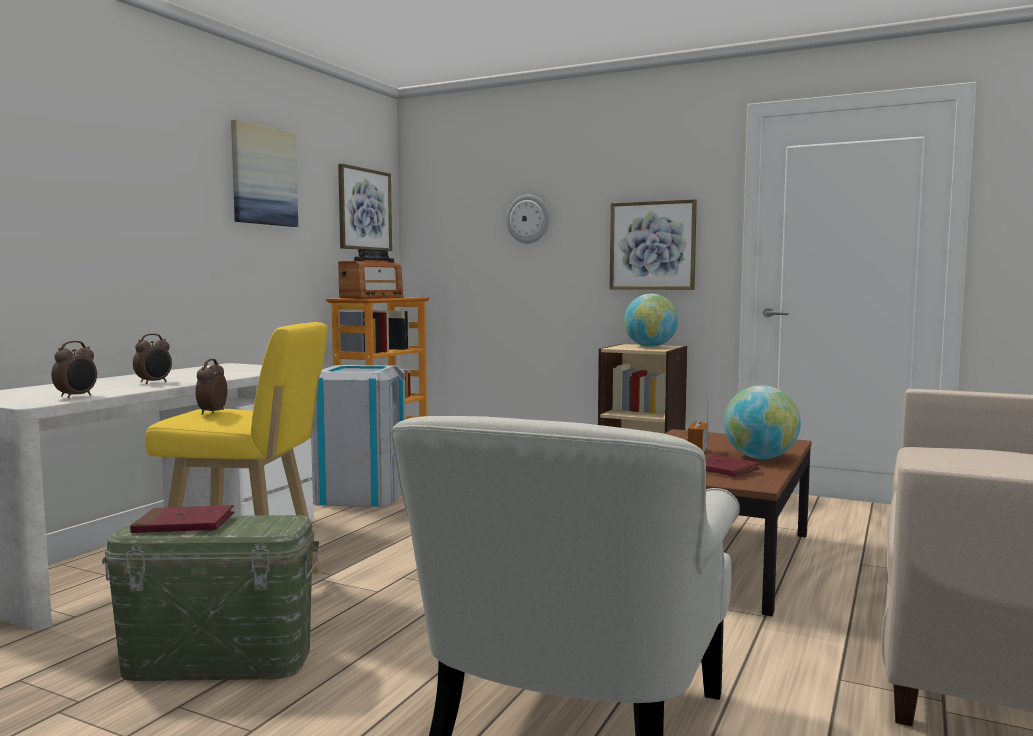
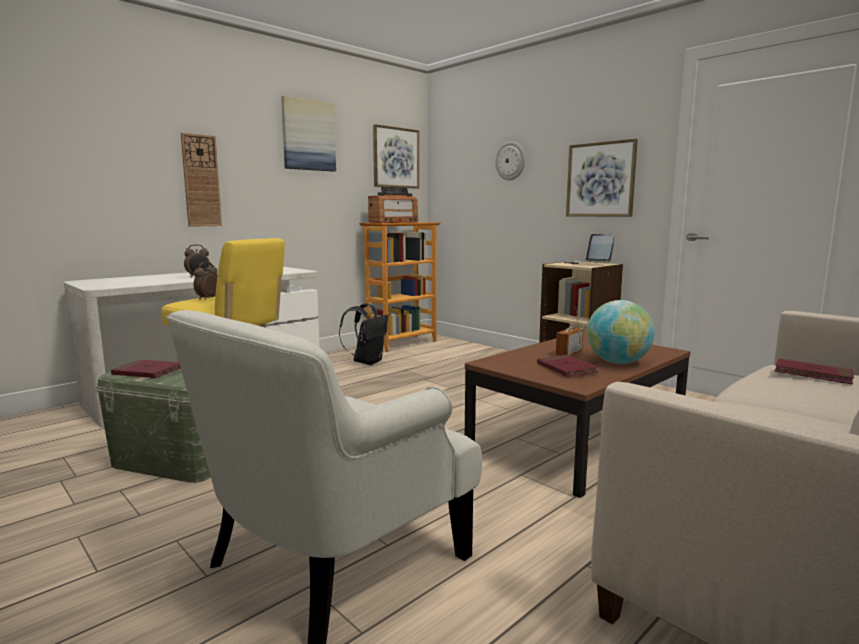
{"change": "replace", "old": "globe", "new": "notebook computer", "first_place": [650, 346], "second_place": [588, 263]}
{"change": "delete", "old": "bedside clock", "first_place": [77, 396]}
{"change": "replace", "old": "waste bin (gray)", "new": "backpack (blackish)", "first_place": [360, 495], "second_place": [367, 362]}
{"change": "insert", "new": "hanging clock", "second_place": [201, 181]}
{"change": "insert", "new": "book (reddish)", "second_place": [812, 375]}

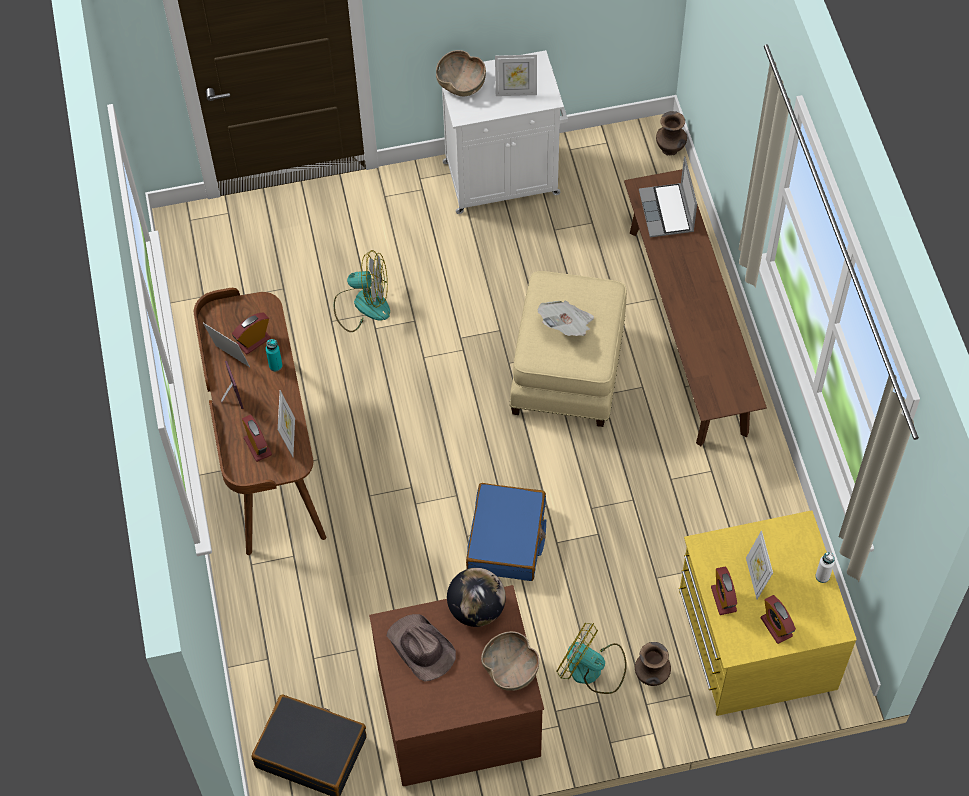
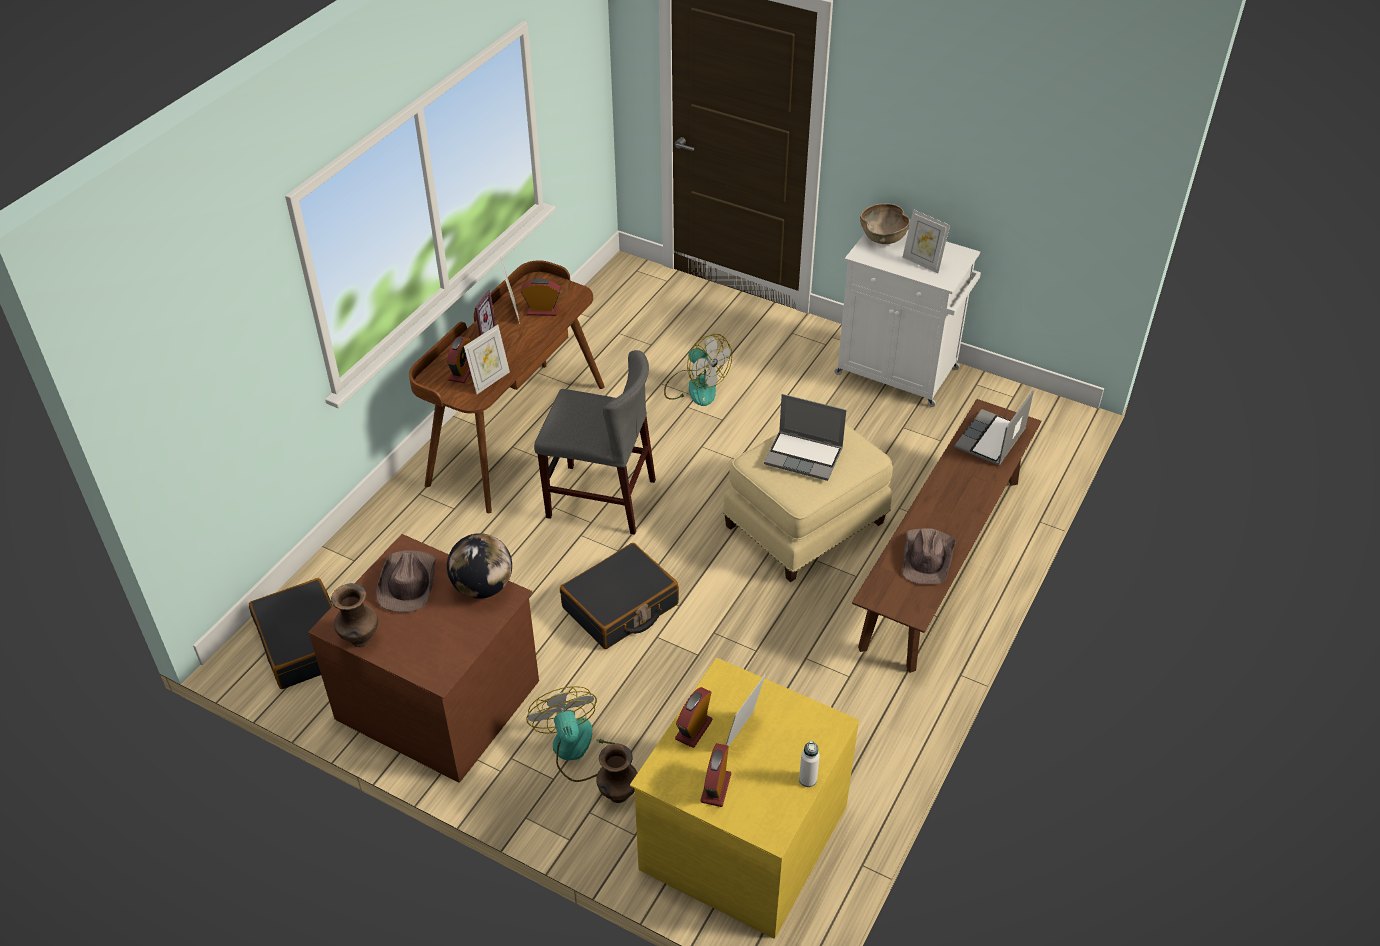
{"change": "move", "old": "vase (brown-coloured)", "first_place": [670, 150], "second_place": [360, 639]}
{"change": "replace", "old": "daily paper", "new": "notebook computer", "first_place": [566, 326], "second_place": [804, 456]}
{"change": "delete", "old": "beverage bottle (blue-green)", "first_place": [275, 365]}
{"change": "recolor", "old": "travel case (blue-coloured)", "new": "travel case (blackish)", "first_place": [507, 539], "second_place": [620, 607]}
{"change": "delete", "old": "bowl (brown-coloured)", "first_place": [511, 669]}
{"change": "insert", "new": "chair (gray)", "second_place": [601, 499]}
{"change": "insert", "new": "clothing hat (brown-coloured)", "second_place": [928, 557]}

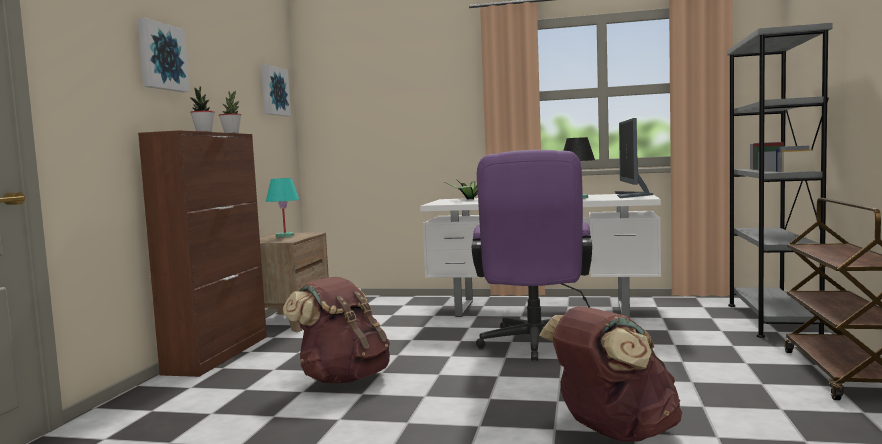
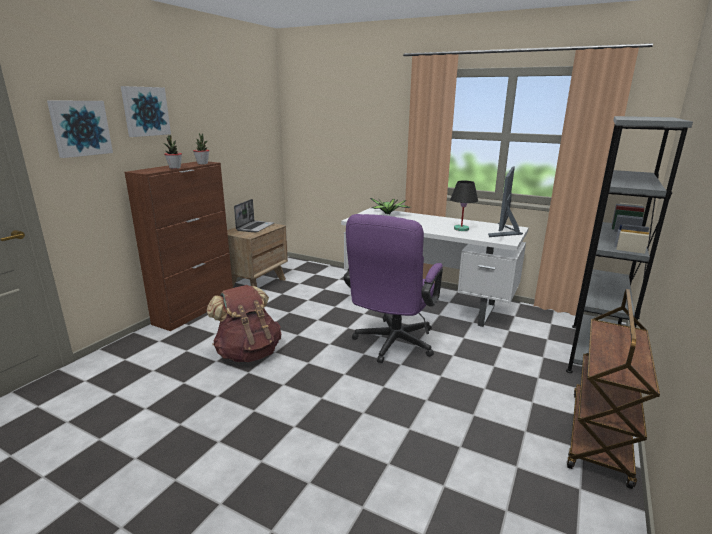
{"change": "move", "old": "wall art", "first_place": [273, 91], "second_place": [80, 128]}
{"change": "replace", "old": "lamp for a table (blue-green)", "new": "notebook computer", "first_place": [284, 236], "second_place": [255, 227]}
{"change": "delete", "old": "backpack (brown-coloured)", "first_place": [613, 433]}

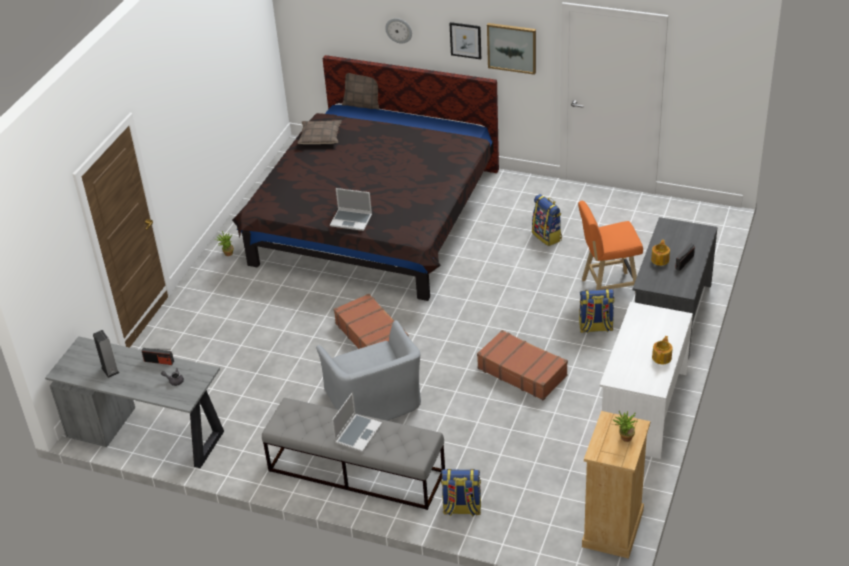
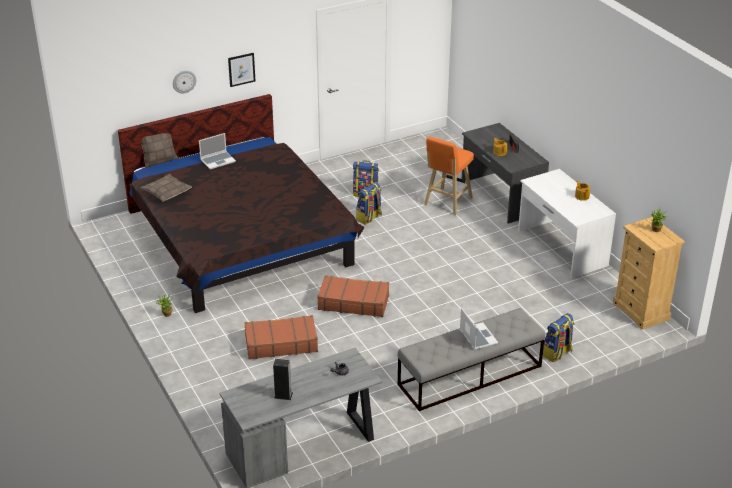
{"change": "delete", "old": "wall art", "first_place": [512, 47]}
{"change": "move", "old": "notebook computer", "first_place": [352, 220], "second_place": [218, 160]}
{"change": "move", "old": "backpack", "first_place": [595, 327], "second_place": [369, 218]}
{"change": "delete", "old": "lounge chair (gray)", "first_place": [375, 402]}
{"change": "move", "old": "travel case (brown-coloured)", "first_place": [522, 371], "second_place": [281, 344]}
{"change": "delete", "old": "radio receiver", "first_place": [159, 361]}

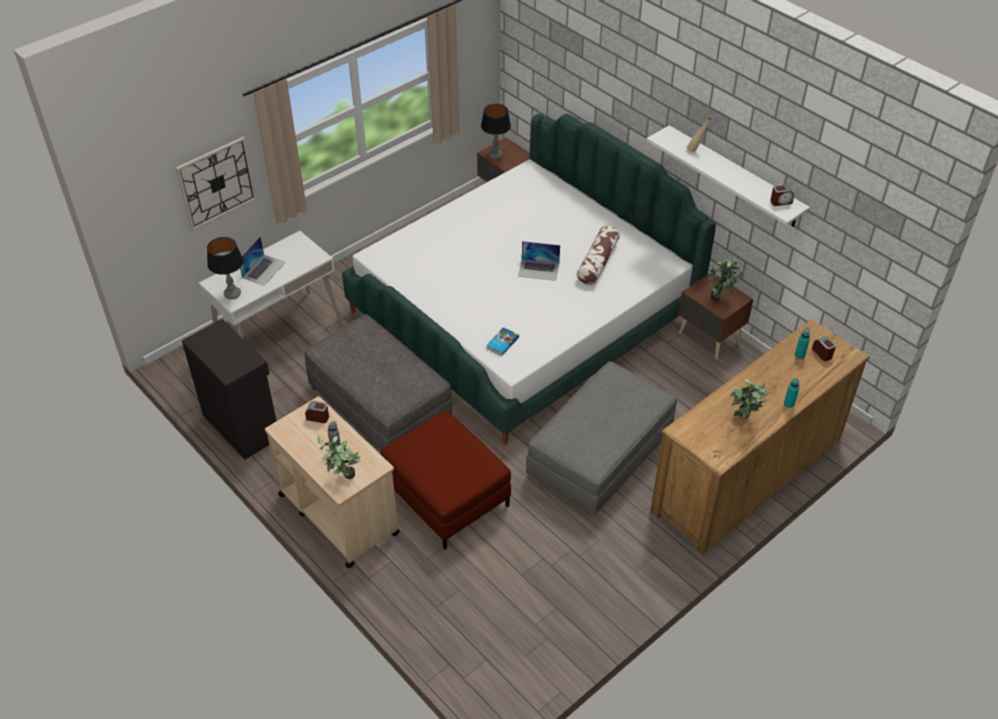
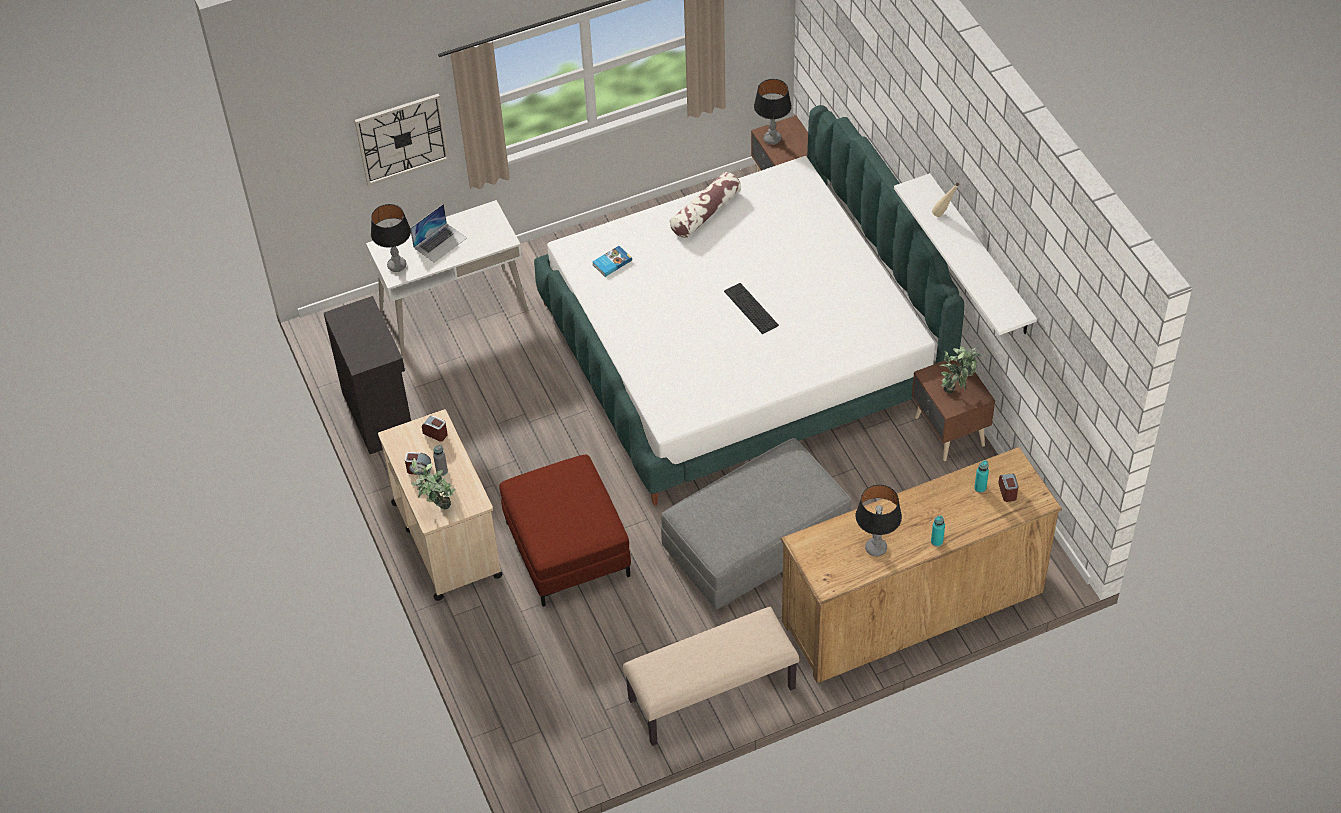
{"change": "move", "old": "bedside clock", "first_place": [781, 202], "second_place": [419, 469]}
{"change": "move", "old": "cushion", "first_place": [597, 262], "second_place": [705, 213]}
{"change": "replace", "old": "notebook computer", "new": "PC keyboard", "first_place": [538, 269], "second_place": [751, 308]}
{"change": "delete", "old": "footrest (gray)", "first_place": [380, 402]}
{"change": "move", "old": "book", "first_place": [502, 343], "second_place": [611, 262]}
{"change": "replace", "old": "potted plant", "new": "lamp for a table", "first_place": [743, 421], "second_place": [875, 548]}
{"change": "insert", "new": "bench (sand-coloured)", "second_place": [711, 695]}

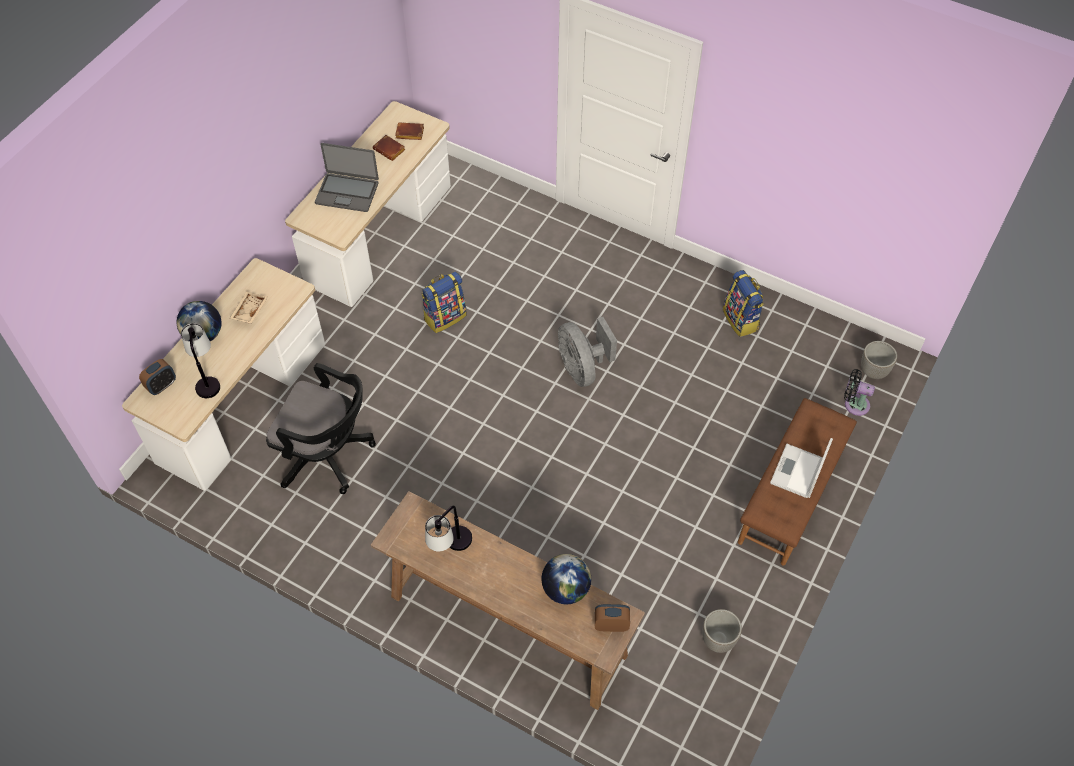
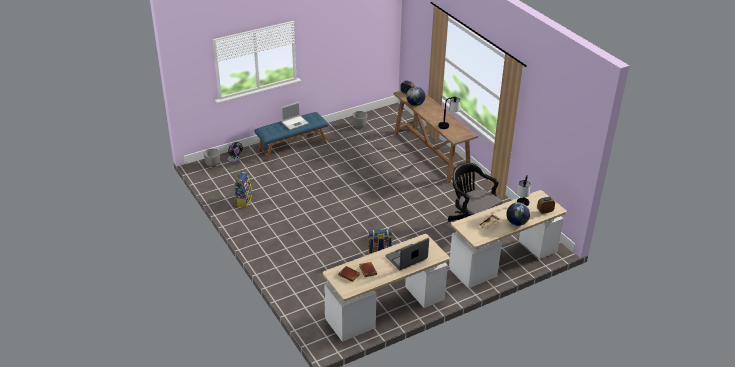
{"change": "rotate", "old": "notebook computer", "first_place": [347, 192], "second_place": [406, 258], "degrees": -75}
{"change": "delete", "old": "electric fan (gray)", "first_place": [582, 368]}
{"change": "recolor", "old": "bench (brown-coloured)", "new": "bench (blue-coloured)", "first_place": [791, 495], "second_place": [292, 146]}

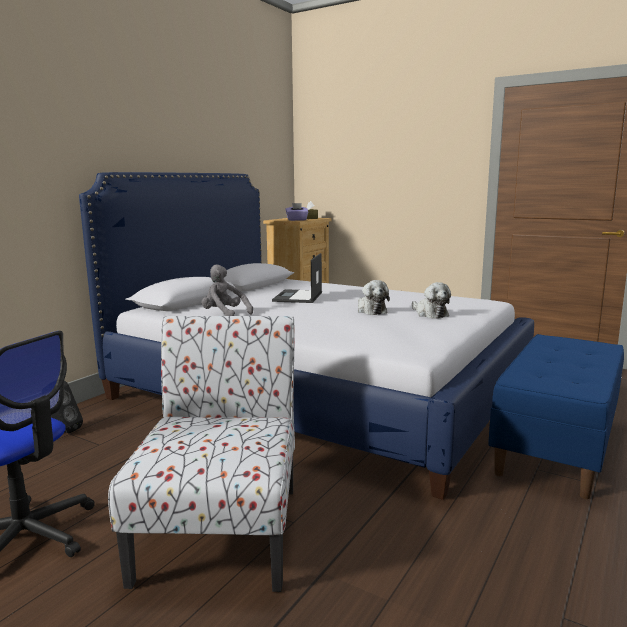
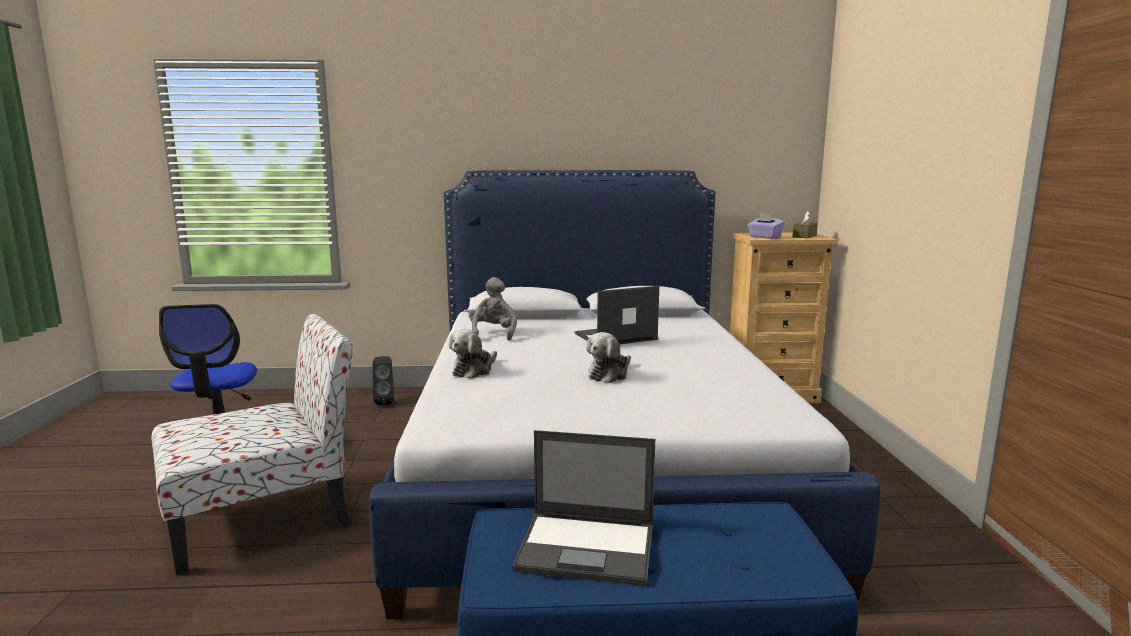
{"change": "move", "old": "cuddly toy", "first_place": [430, 314], "second_place": [474, 370]}
{"change": "insert", "new": "notebook computer", "second_place": [588, 548]}

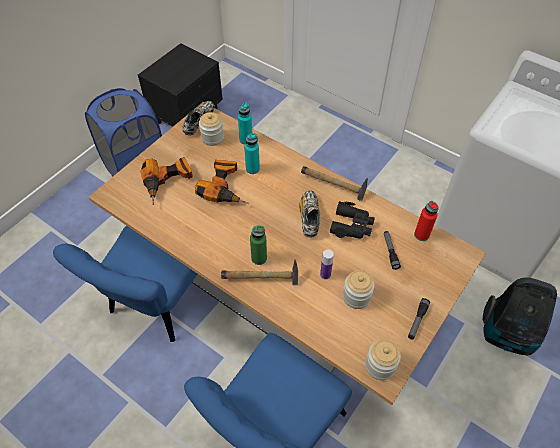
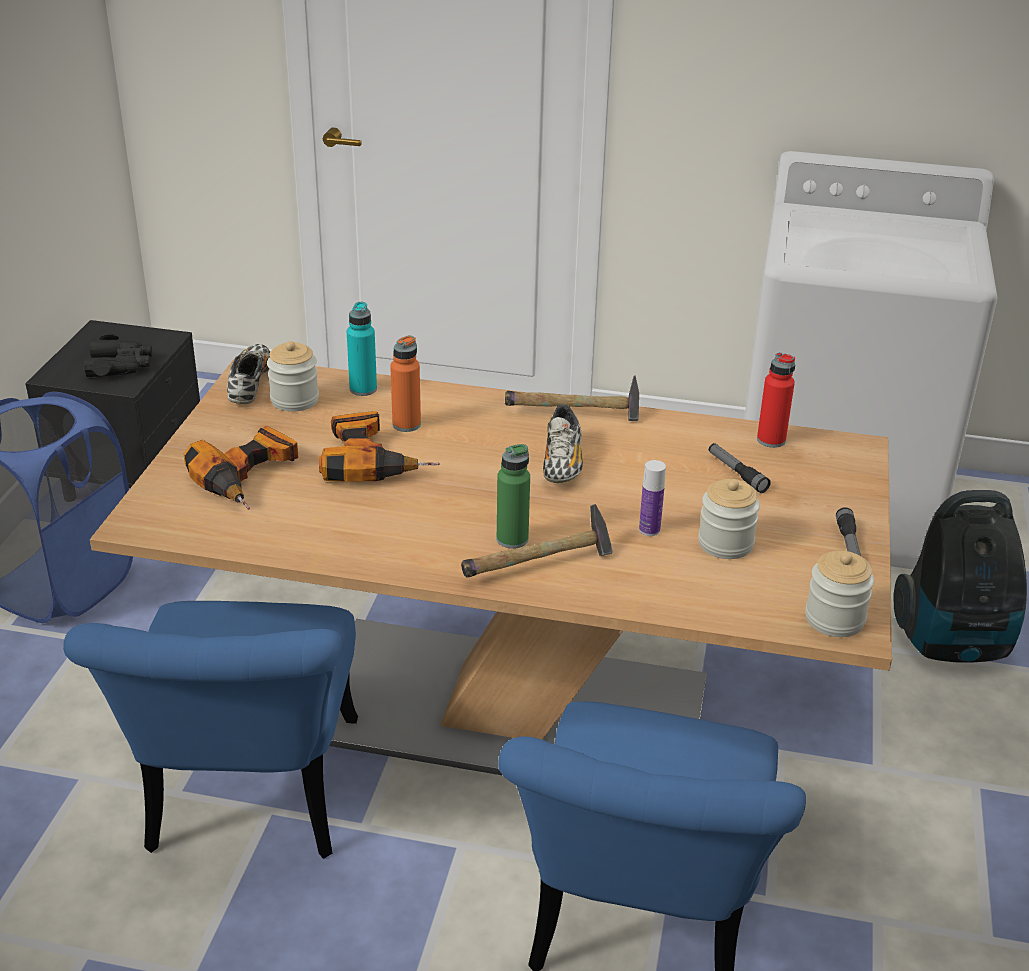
{"change": "recolor", "old": "beverage bottle (blue-green)", "new": "beverage bottle (orange)", "first_place": [252, 169], "second_place": [406, 424]}
{"change": "rotate", "old": "low shoe", "first_place": [309, 217], "second_place": [562, 464], "degrees": -150}
{"change": "move", "old": "field glasses (blackish)", "first_place": [352, 225], "second_place": [120, 365]}

